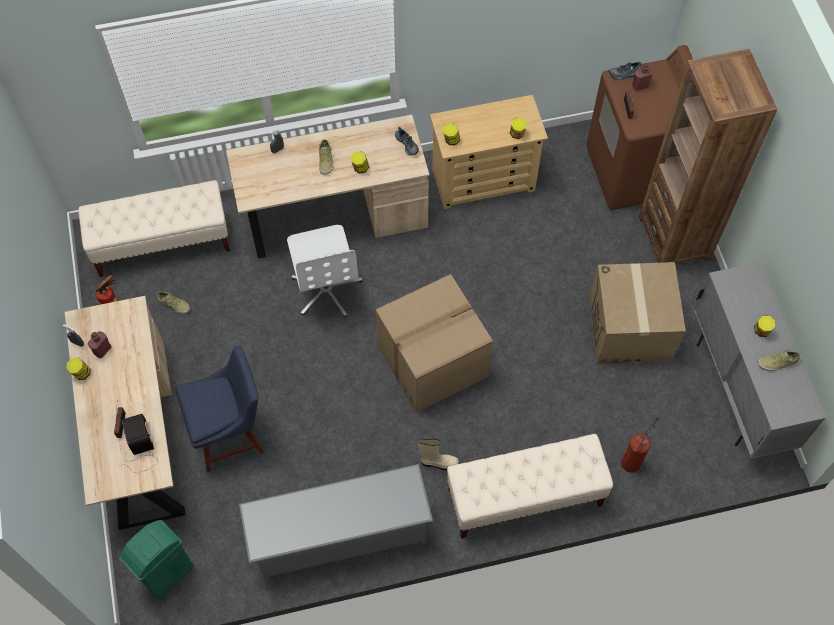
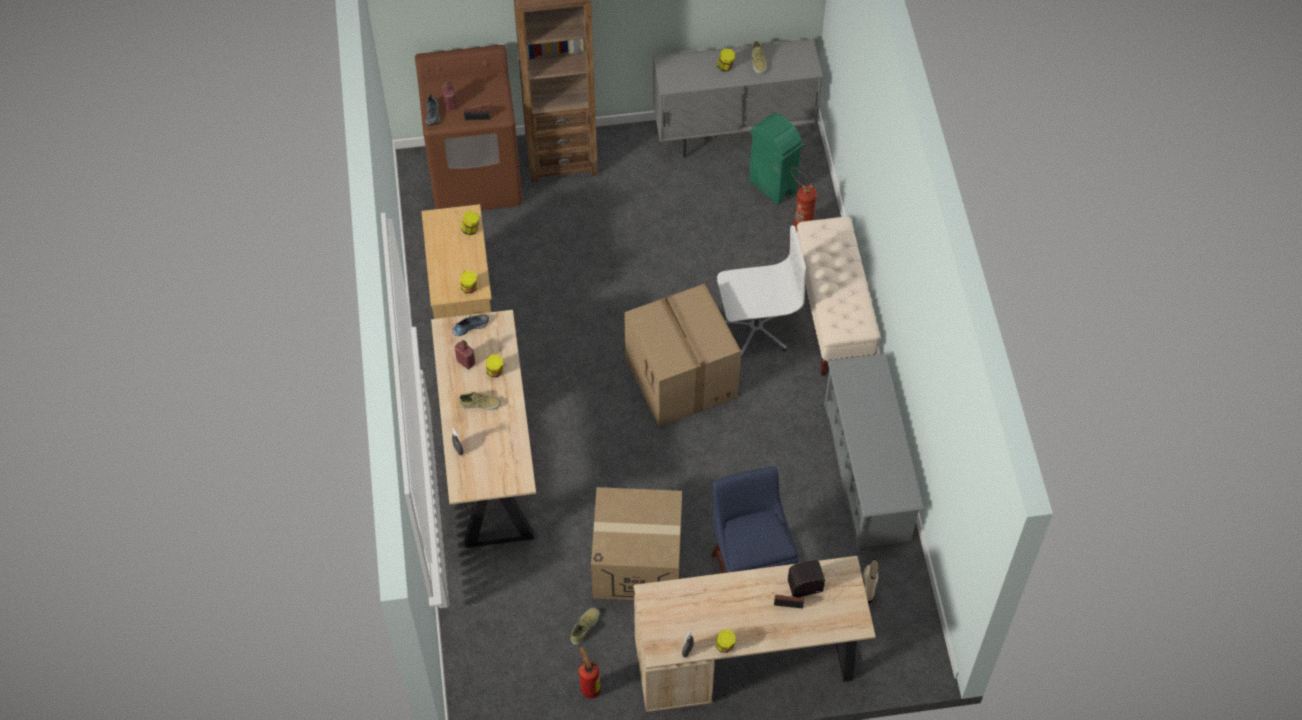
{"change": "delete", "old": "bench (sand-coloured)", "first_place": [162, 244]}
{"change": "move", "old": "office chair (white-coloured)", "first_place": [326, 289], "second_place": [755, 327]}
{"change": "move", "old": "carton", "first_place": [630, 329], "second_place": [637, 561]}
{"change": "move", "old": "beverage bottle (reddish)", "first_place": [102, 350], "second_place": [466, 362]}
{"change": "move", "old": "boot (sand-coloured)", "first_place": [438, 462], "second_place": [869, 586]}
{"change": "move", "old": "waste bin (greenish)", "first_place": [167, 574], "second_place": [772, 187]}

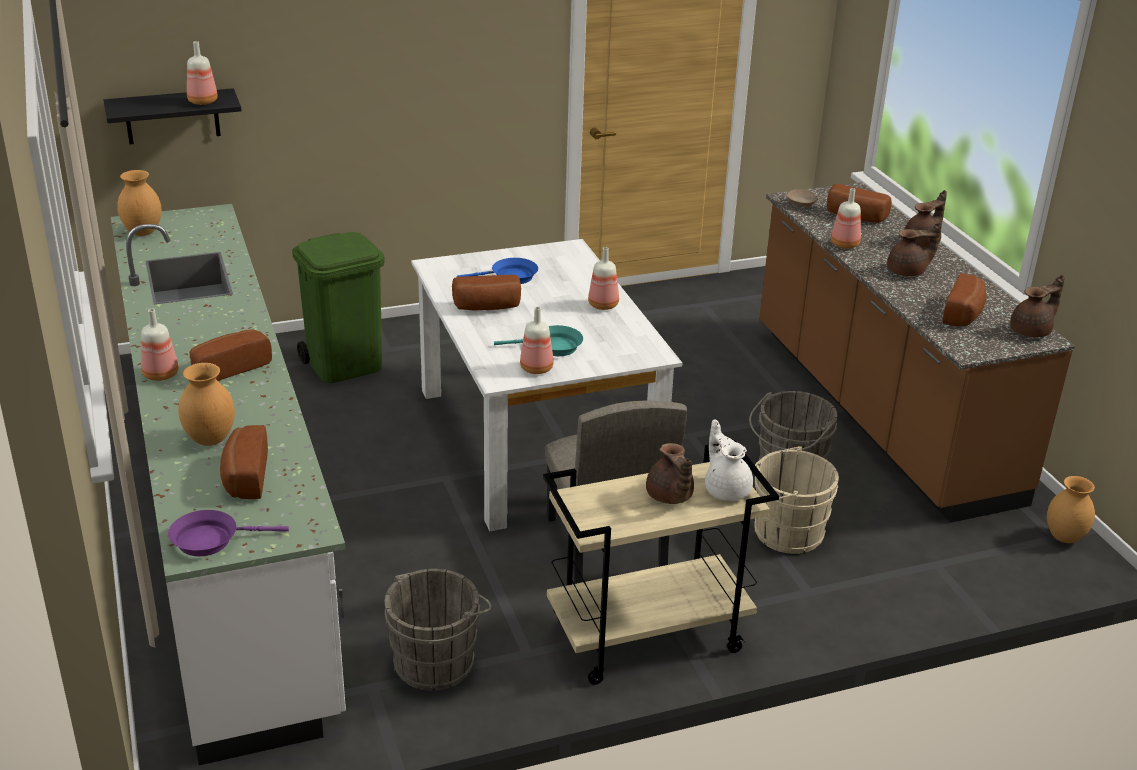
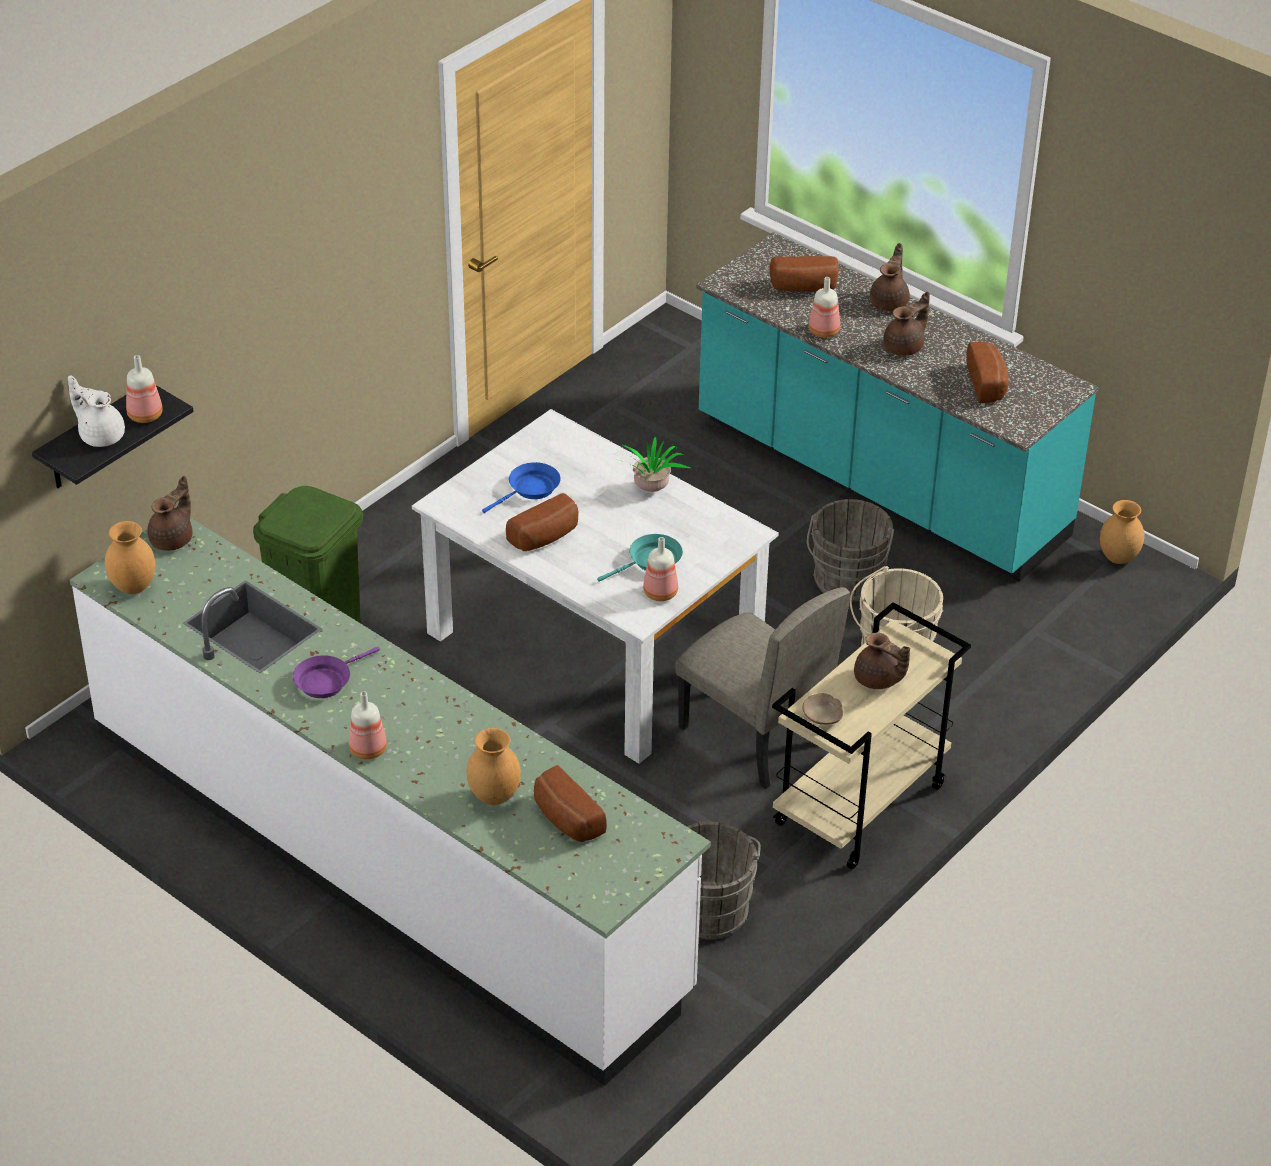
{"change": "recolor", "old": "kitchen counter (brown-coloured)", "new": "kitchen counter (blue-green)", "first_place": [879, 413], "second_place": [879, 481]}
{"change": "move", "old": "bowl (sand-coloured)", "first_place": [802, 204], "second_place": [823, 716]}
{"change": "replace", "old": "beverage bottle", "new": "potted plant", "first_place": [604, 305], "second_place": [650, 490]}
{"change": "move", "old": "pot for tea (brown-coloured)", "first_place": [1032, 331], "second_place": [173, 539]}
{"change": "delete", "old": "bread", "first_place": [229, 368]}
{"change": "move", "old": "pot for tea (white-coloured)", "first_place": [726, 489], "second_place": [101, 435]}
{"change": "move", "old": "frying pan (purple-coloured)", "first_place": [211, 540], "second_place": [326, 680]}

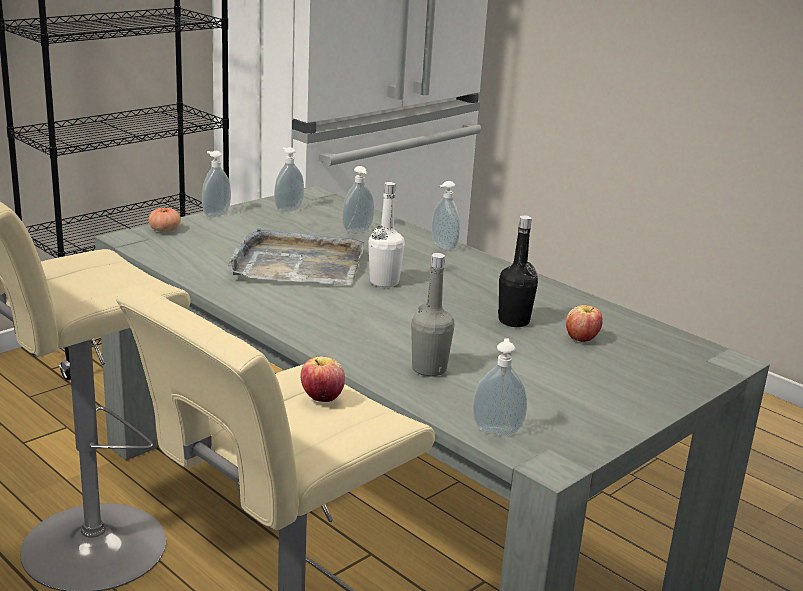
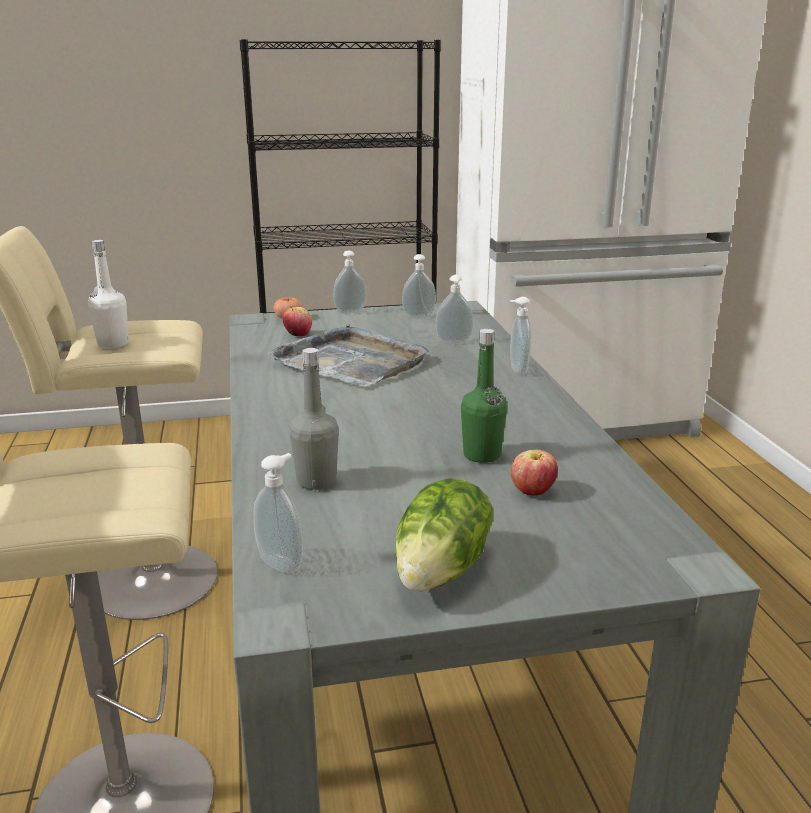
{"change": "move", "old": "beverage bottle (white-coloured)", "first_place": [384, 282], "second_place": [113, 344]}
{"change": "recolor", "old": "beverage bottle (blackish)", "new": "beverage bottle (greenish)", "first_place": [513, 321], "second_place": [481, 455]}
{"change": "move", "old": "apple fruit", "first_place": [322, 398], "second_place": [298, 335]}
{"change": "insert", "new": "head of lettuce", "second_place": [443, 570]}

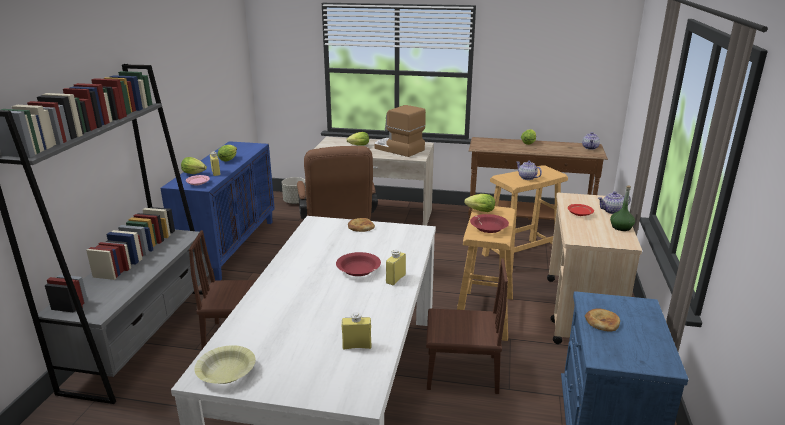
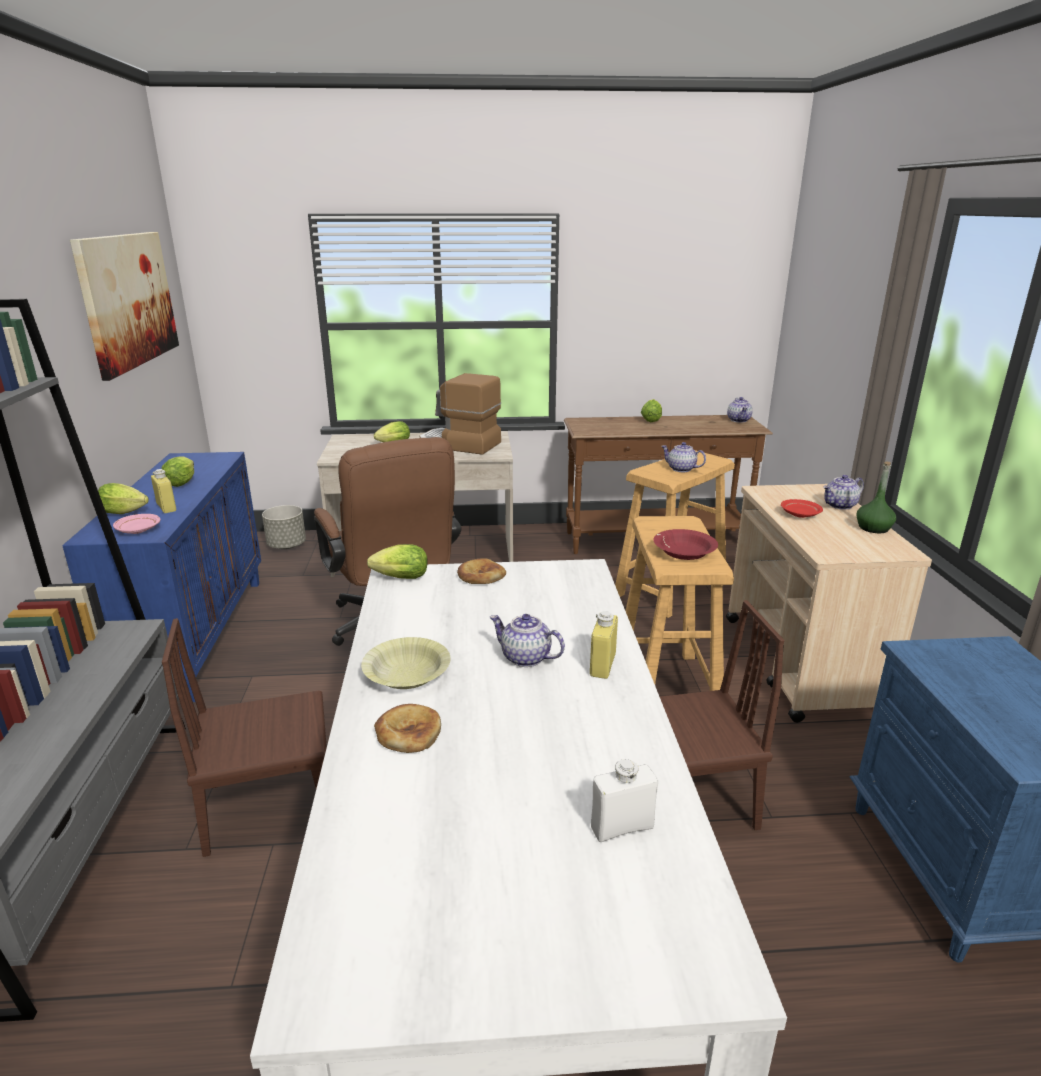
{"change": "move", "old": "head of lettuce", "first_place": [478, 211], "second_place": [398, 578]}
{"change": "replace", "old": "bowl (reddish)", "new": "pot for tea", "first_place": [358, 270], "second_place": [525, 658]}
{"change": "move", "old": "bread", "first_place": [602, 322], "second_place": [408, 732]}
{"change": "recolor", "old": "beverage bottle (yellowish)", "new": "beverage bottle (white-coloured)", "first_place": [357, 346], "second_place": [622, 827]}
{"change": "move", "old": "bowl (yellowish)", "first_place": [226, 372], "second_place": [407, 674]}
{"change": "insert", "new": "wall art", "second_place": [128, 300]}

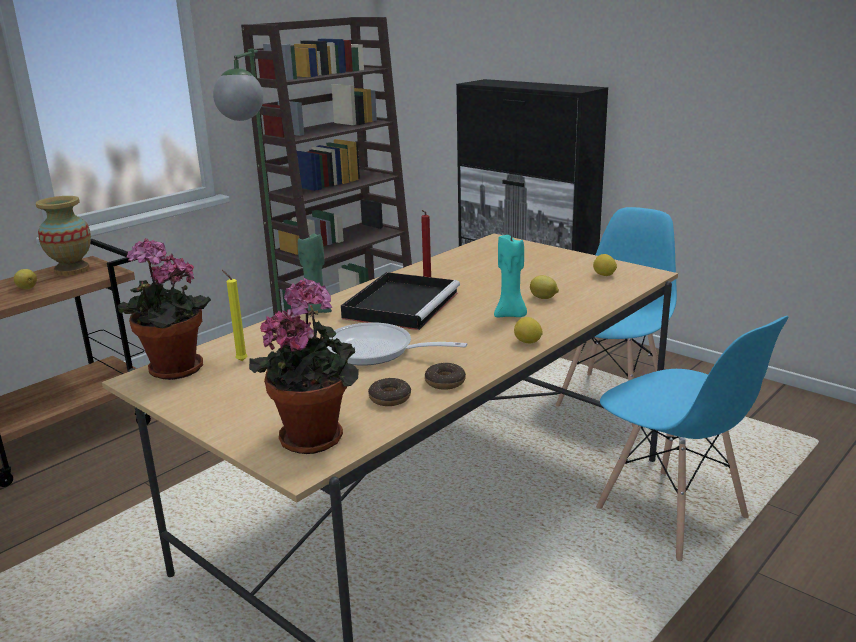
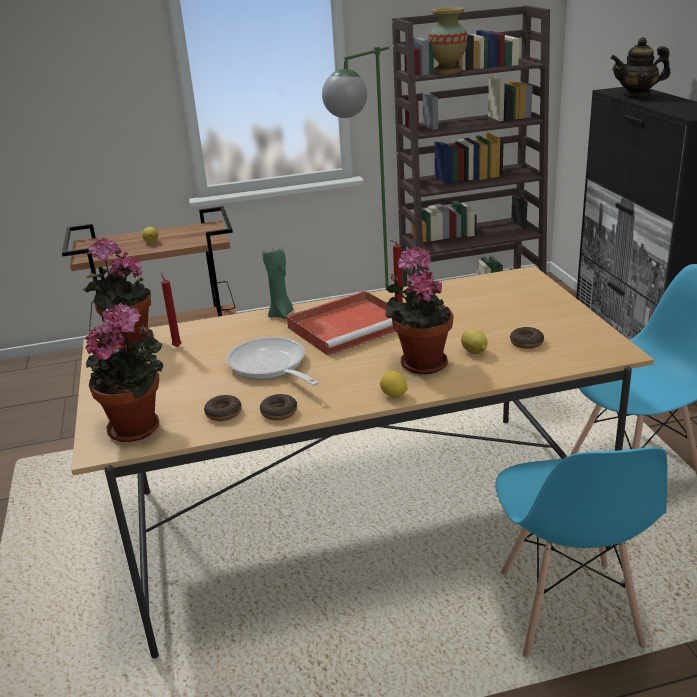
{"change": "move", "old": "vase", "first_place": [72, 270], "second_place": [448, 71]}
{"change": "replace", "old": "wax candle (blue-green)", "new": "potted plant", "first_place": [511, 315], "second_place": [420, 362]}
{"change": "delete", "old": "whole lemon", "first_place": [604, 275]}
{"change": "recolor", "old": "wax candle (yellowish)", "new": "wax candle (reddish)", "first_place": [240, 360], "second_place": [176, 346]}
{"change": "recolor", "old": "serving tray (blackish)", "new": "serving tray (reddish)", "first_place": [402, 304], "second_place": [349, 326]}
{"change": "insert", "new": "pot for tea", "second_place": [637, 96]}
{"change": "insert", "new": "ring doughnut", "second_place": [526, 342]}

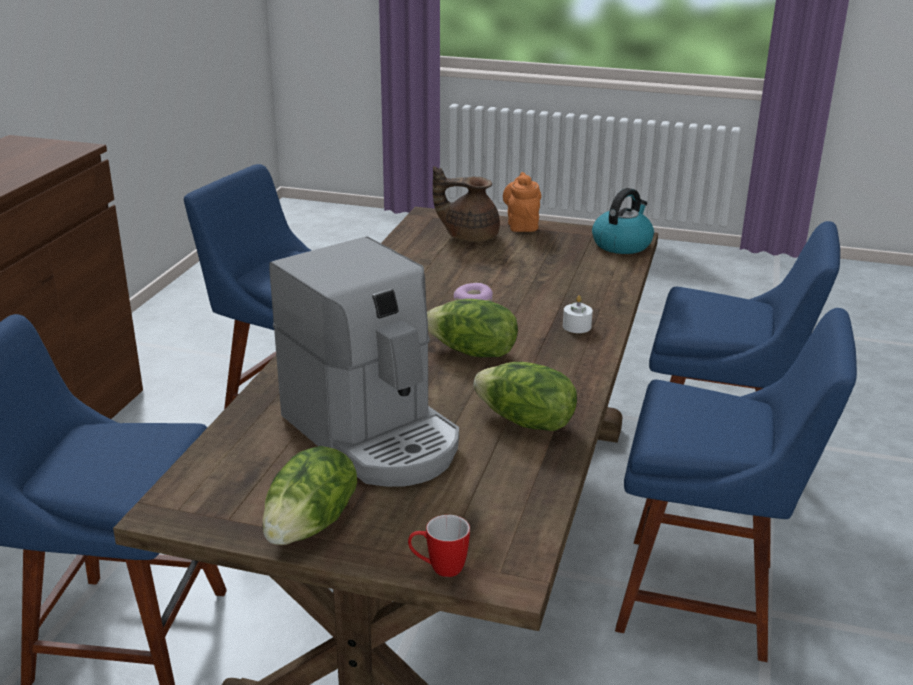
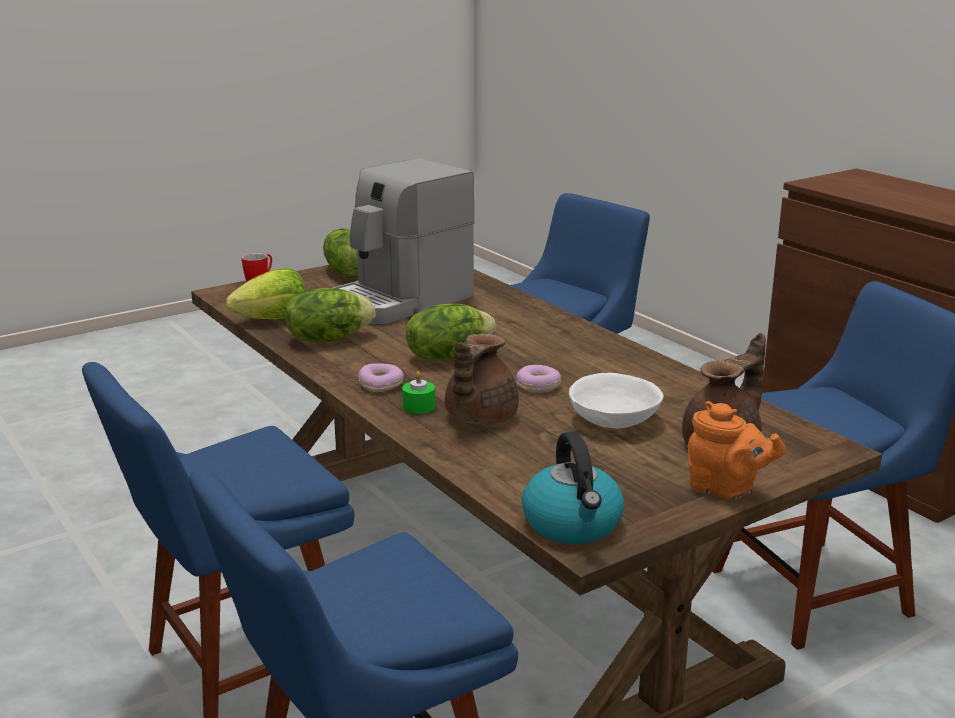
{"change": "rotate", "old": "coffee machine", "first_place": [374, 435], "second_place": [398, 302], "degrees": -45}
{"change": "recolor", "old": "wax candle (white-coloured)", "new": "wax candle (greenish)", "first_place": [577, 326], "second_place": [419, 407]}
{"change": "insert", "new": "head of lettuce", "second_place": [273, 319]}
{"change": "insert", "new": "pot for tea (brown-coloured)", "second_place": [478, 418]}
{"change": "insert", "new": "ring doughnut", "second_place": [380, 384]}
{"change": "insert", "new": "bowl (white-coloured)", "second_place": [615, 420]}

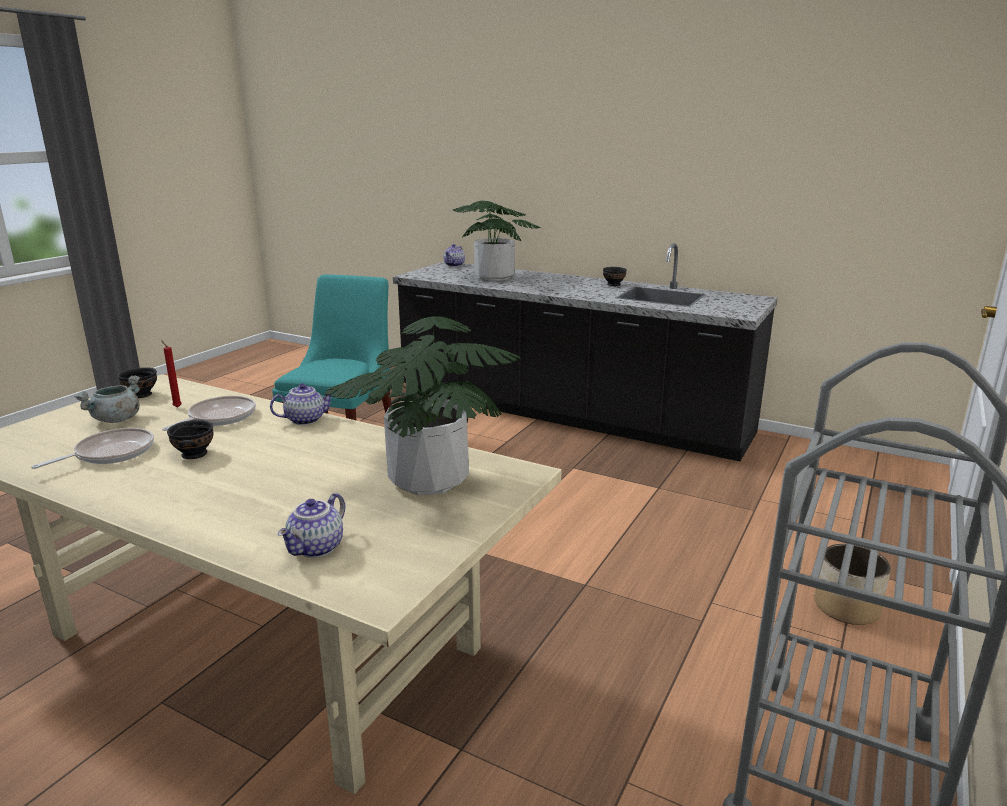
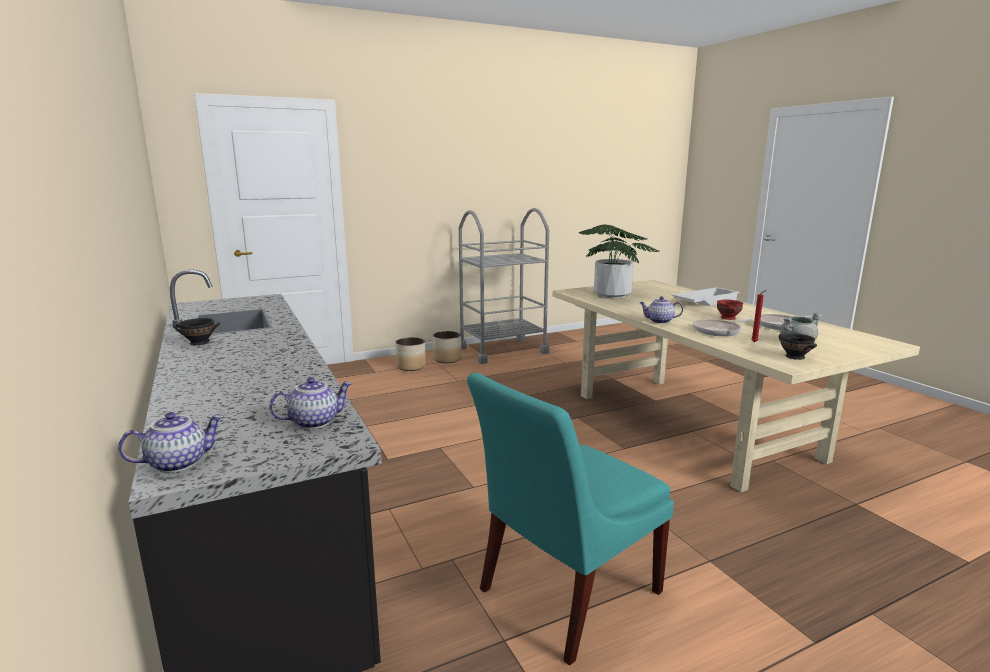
{"change": "delete", "old": "potted plant", "first_place": [494, 277]}
{"change": "recolor", "old": "bowl (blackish)", "new": "bowl (reddish)", "first_place": [193, 454], "second_place": [728, 318]}
{"change": "move", "old": "pot for tea", "first_place": [317, 548], "second_place": [314, 421]}
{"change": "insert", "new": "serving tray (white-coloured)", "second_place": [704, 302]}
{"change": "insert", "new": "planter", "second_place": [447, 359]}

